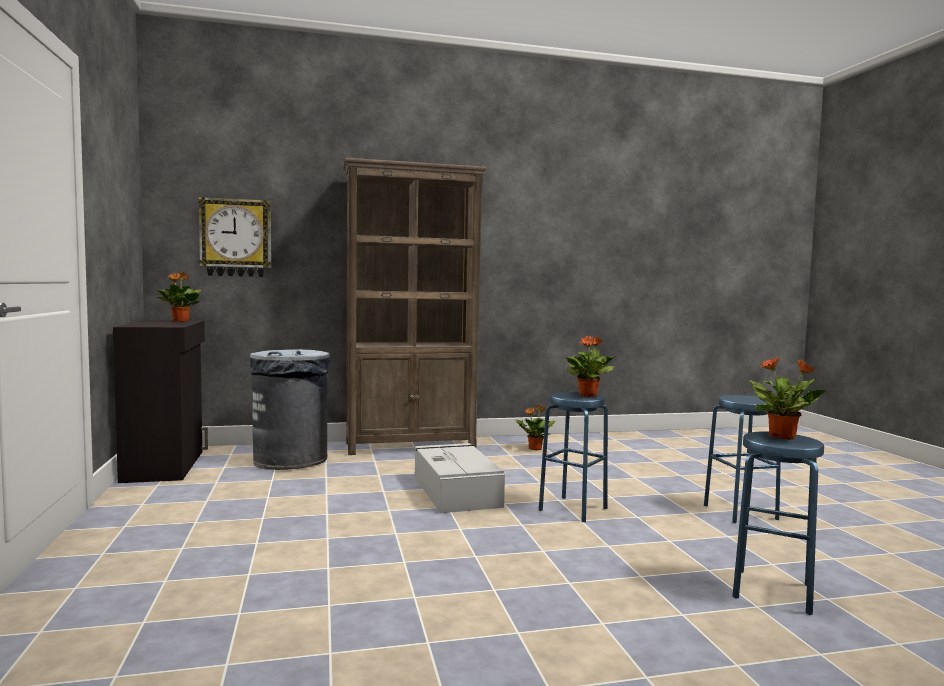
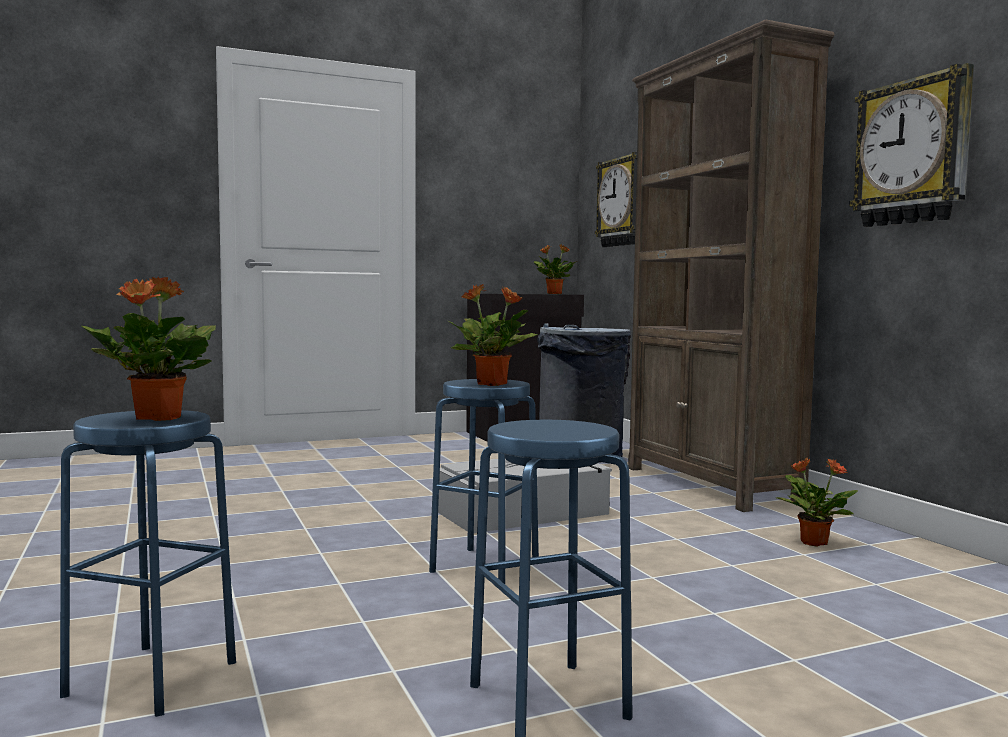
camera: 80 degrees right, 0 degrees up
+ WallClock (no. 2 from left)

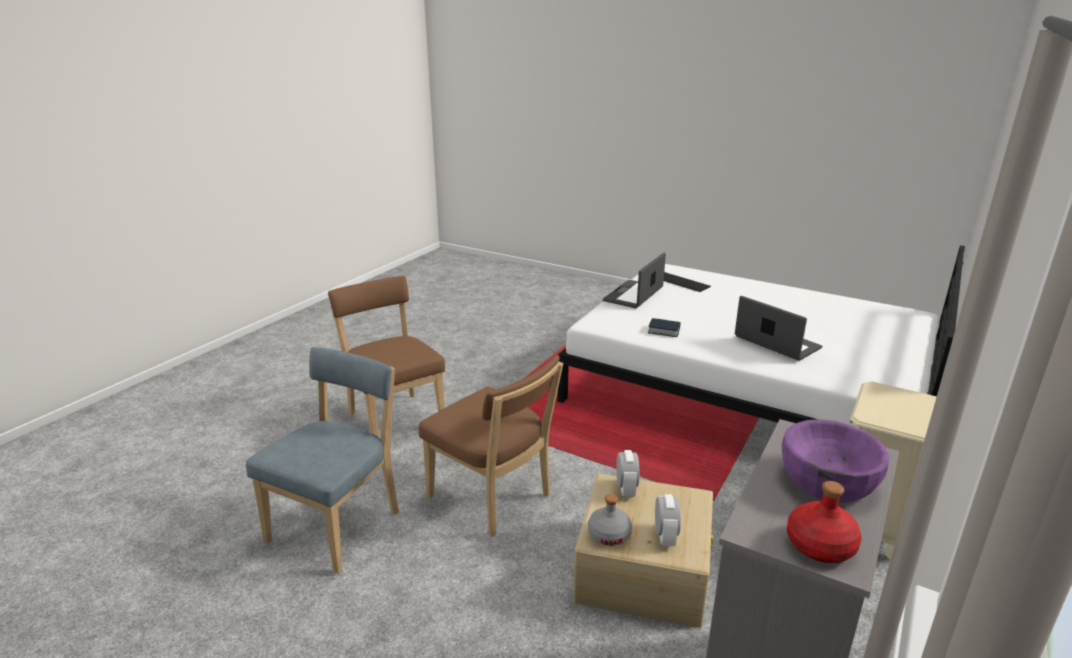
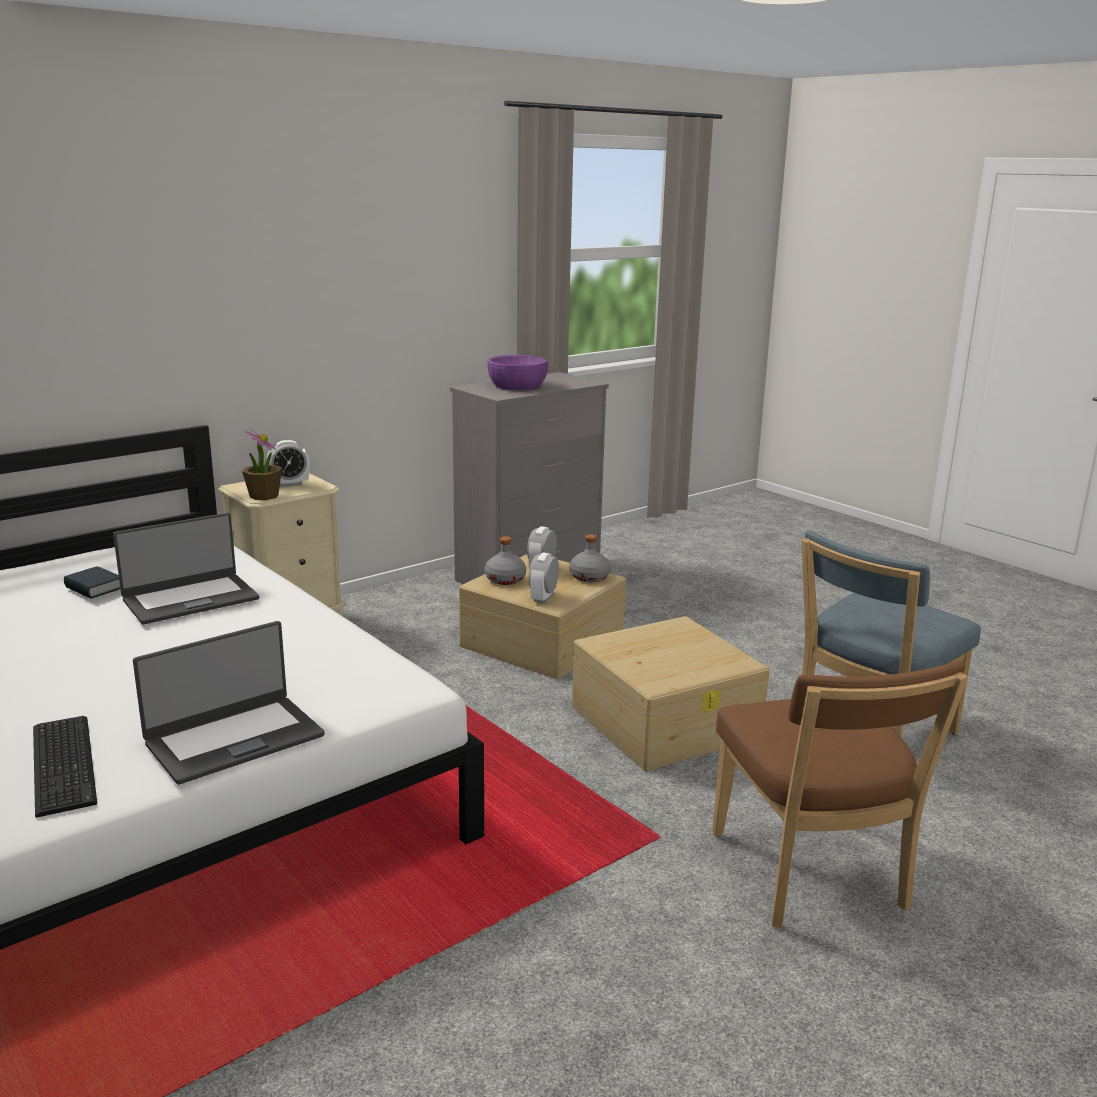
camera: 160 degrees left, 5 degrees down
~ Laptop (no. 2 from left in the first image) 105 degrees counterclockwise
~ Book
~ BrownChair (no. 2 from left) to BeigeStorageBox (no. 2 from left)
- RedBottle
+ PottedPlant
+ AlarmClock (no. 1 from left)
+ GreyBottle (no. 1 from left)

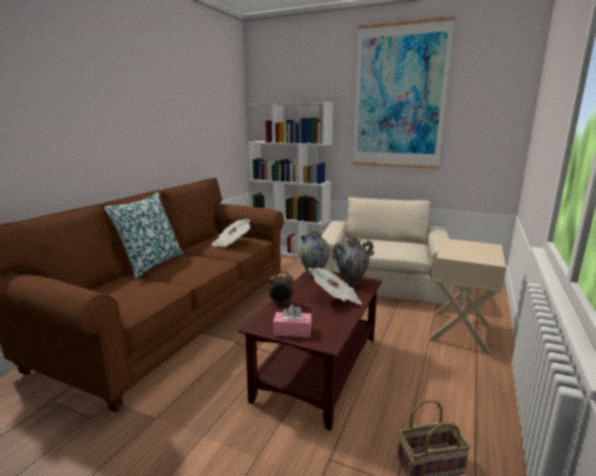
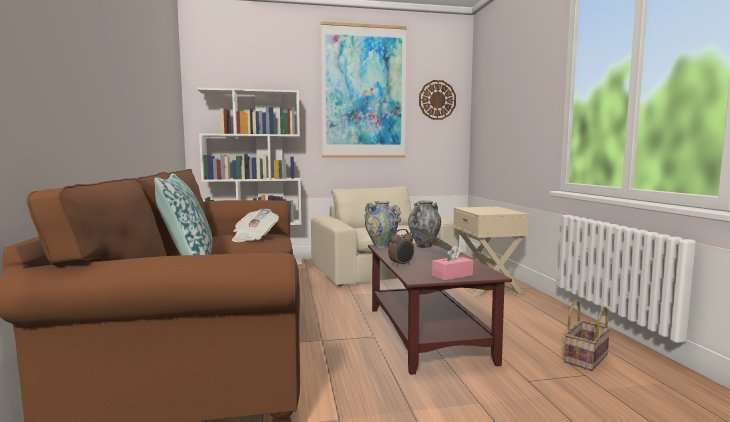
camera: 35 degrees left, 10 degrees down
+ WallClock

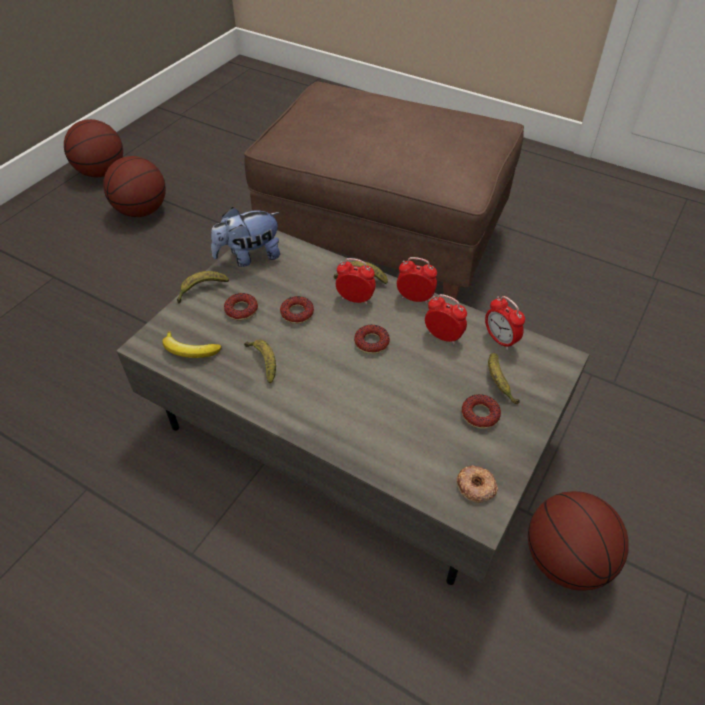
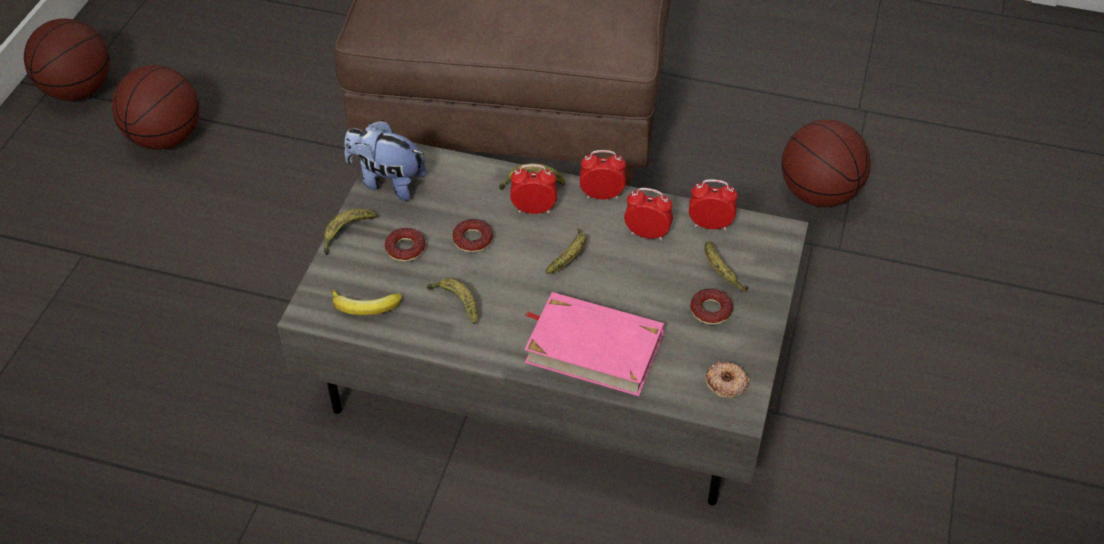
camera: 15 degrees left, 0 degrees up
~ PlushToy 60 degrees clockwise
~ AlarmClock (no. 4 from left) 150 degrees clockwise
~ Donut (no. 3 from left) to Banana (no. 5 from left)
~ Basketball (no. 3 from left)
+ PinkBook

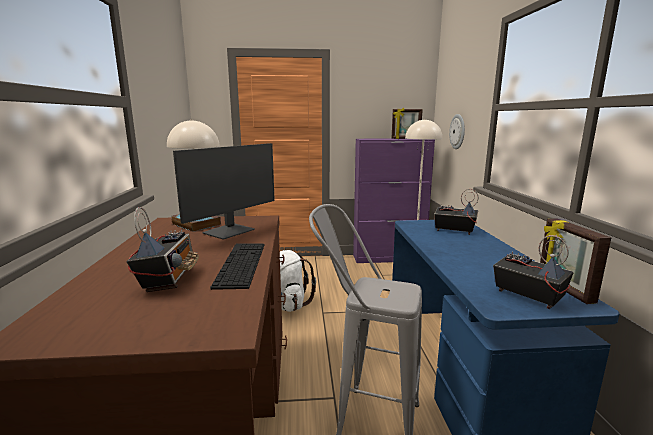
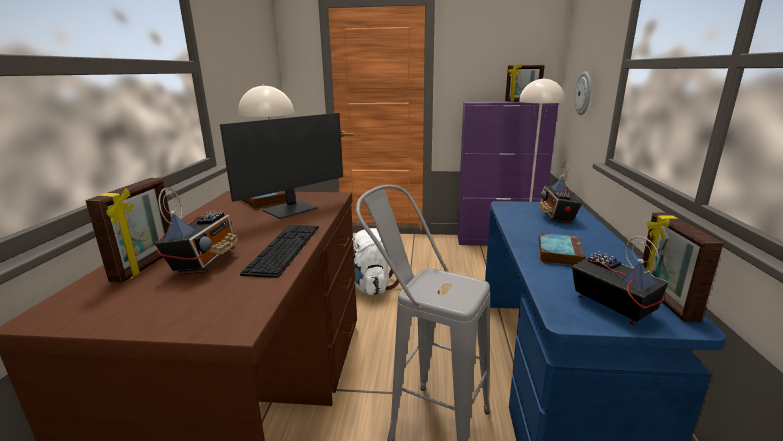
camera: 10 degrees right, 5 degrees up
~ Radio (no. 2 from left) 120 degrees counterclockwise
+ PictureFrame (no. 1 from left)
+ Book (no. 2 from left)

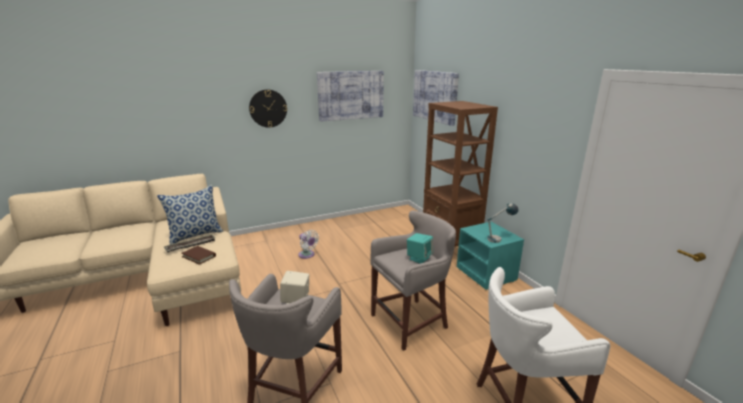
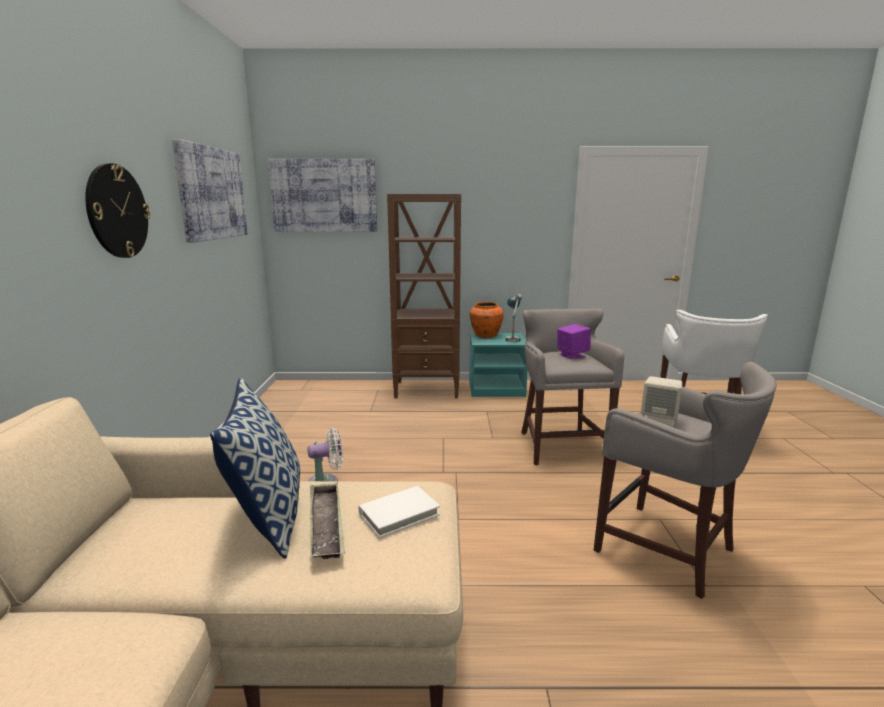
camera: 65 degrees left, 5 degrees down
~ TurquoiseSpeaker to PurpleSpeaker
~ BrownBook to WhiteBook
+ OrangeVase

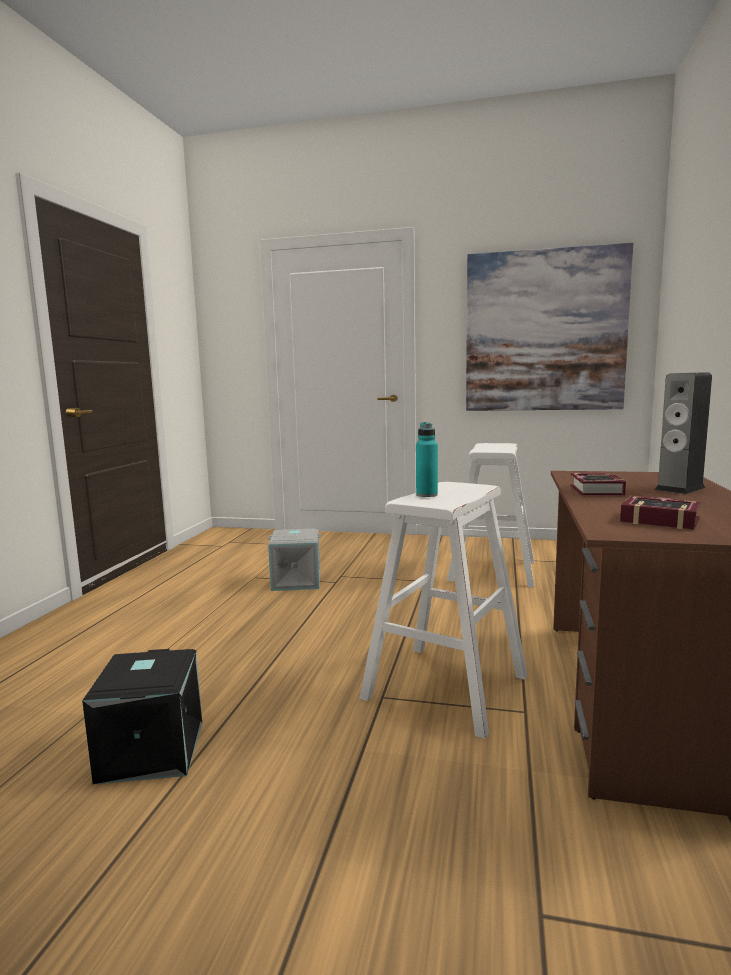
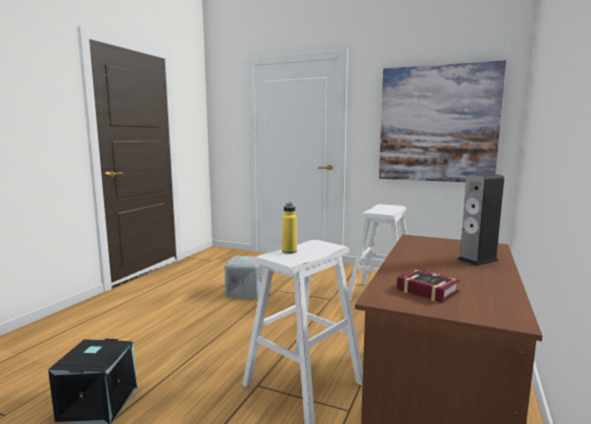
camera: 10 degrees right, 0 degrees up
~ TurquoiseBottle to YellowBottle
- Book (no. 1 from left)

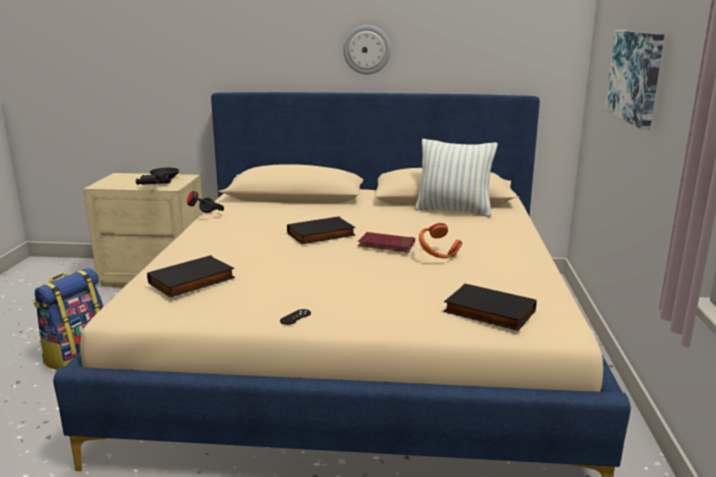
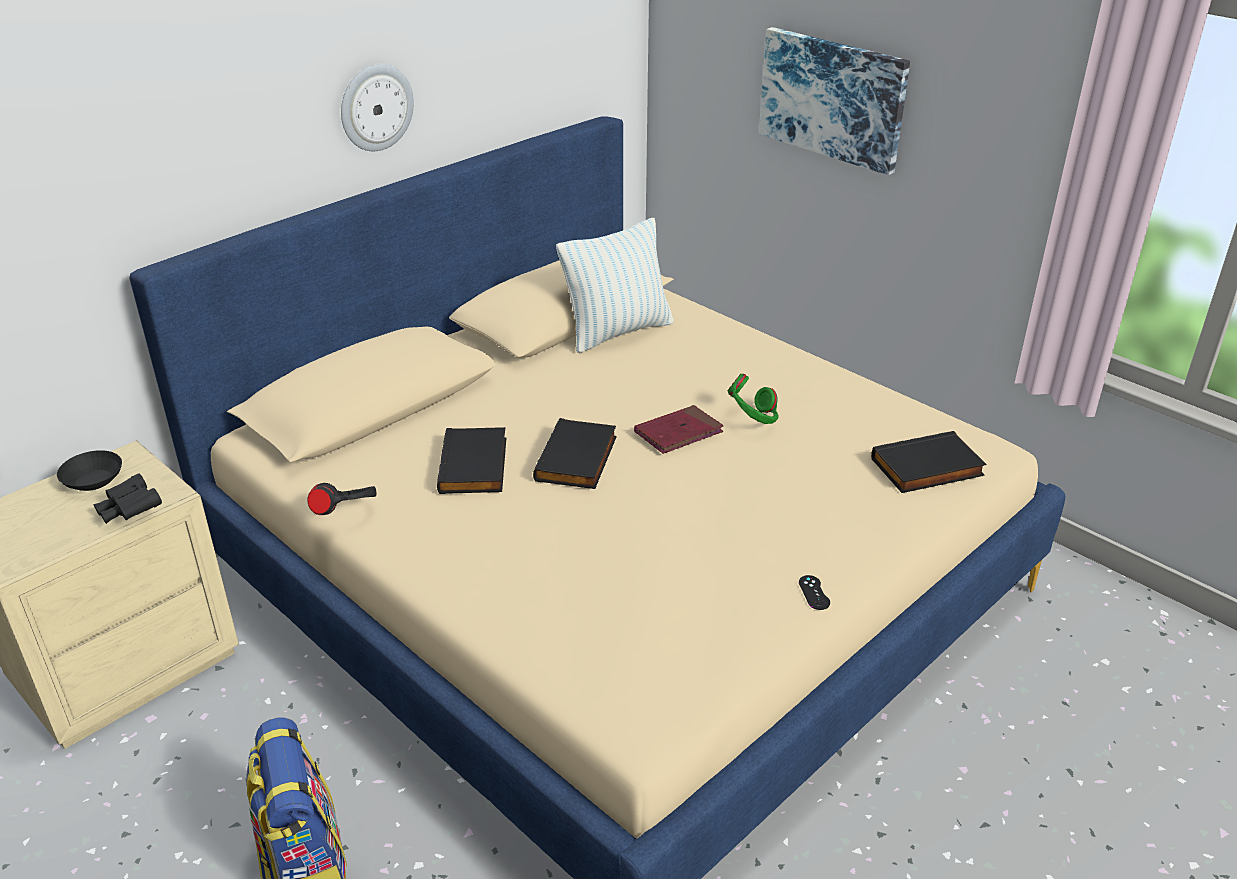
camera: 50 degrees left, 15 degrees up
~ OrangeHeadphones to GreenHeadphones
~ BlackBook (no. 1 from left)

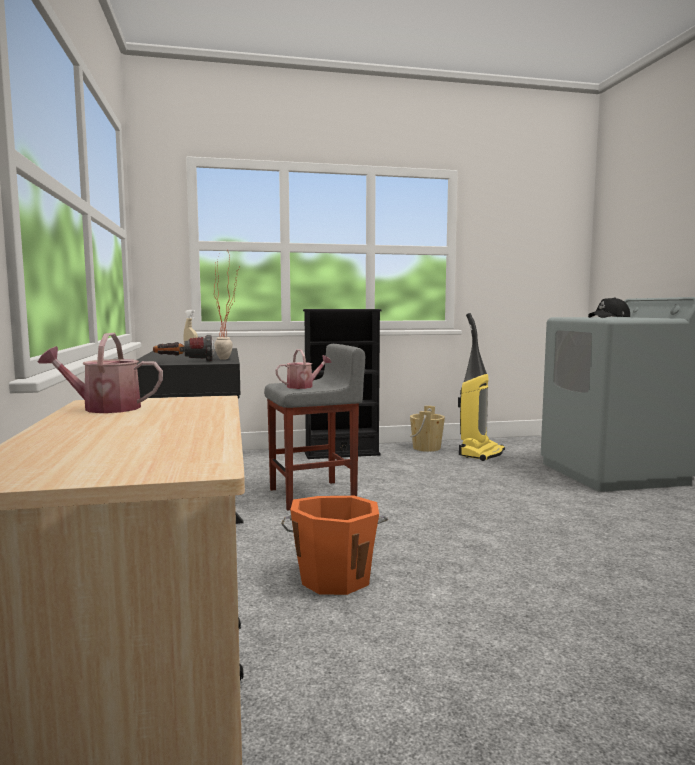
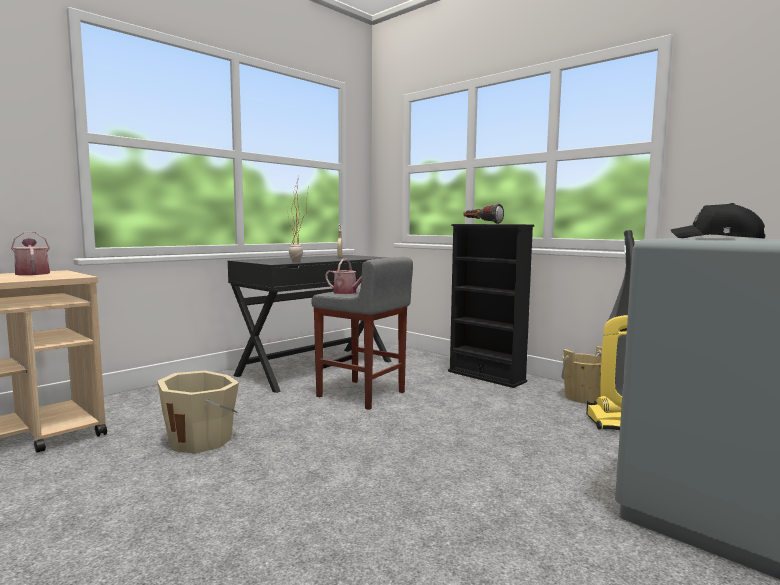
camera: 55 degrees right, 0 degrees up
~ Flashlight
~ OrangeBucket to BeigeBucket (no. 1 from left)

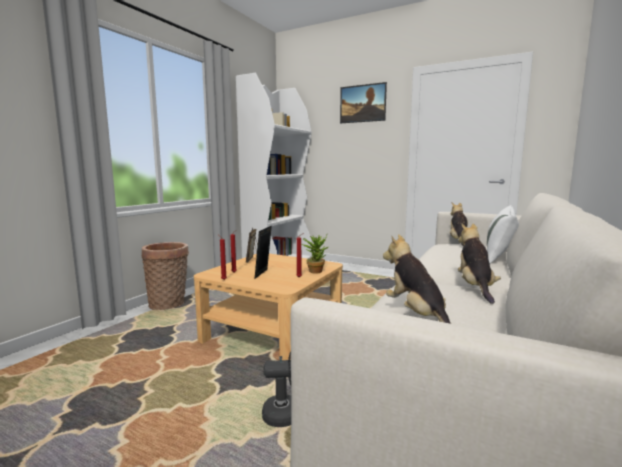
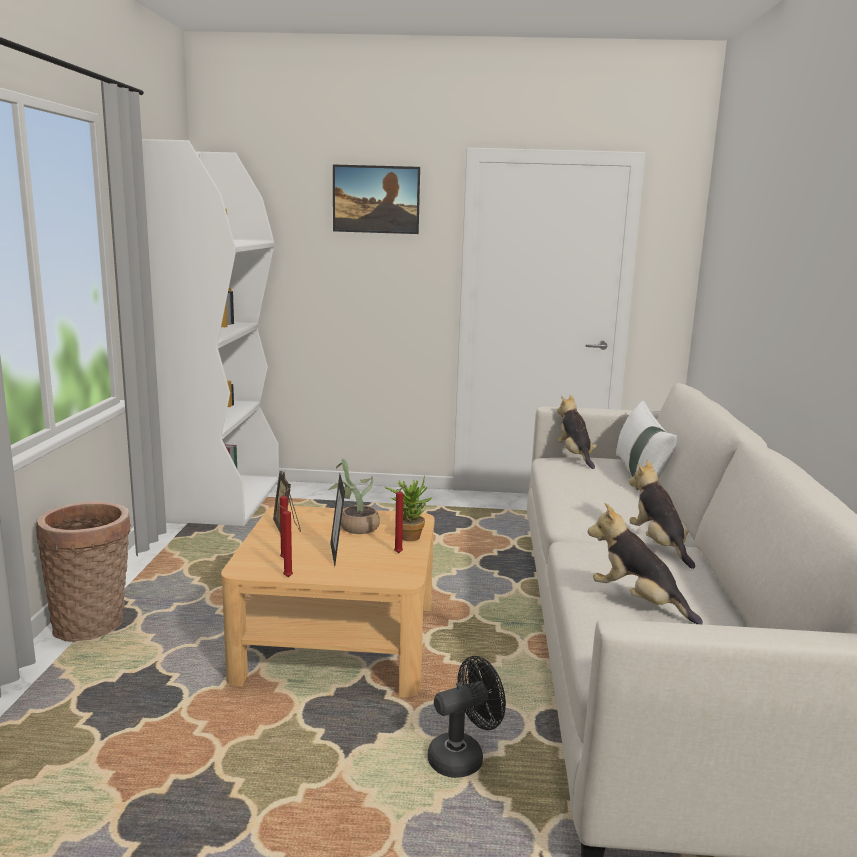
camera: 25 degrees left, 5 degrees up
+ PottedPlant (no. 1 from left)

